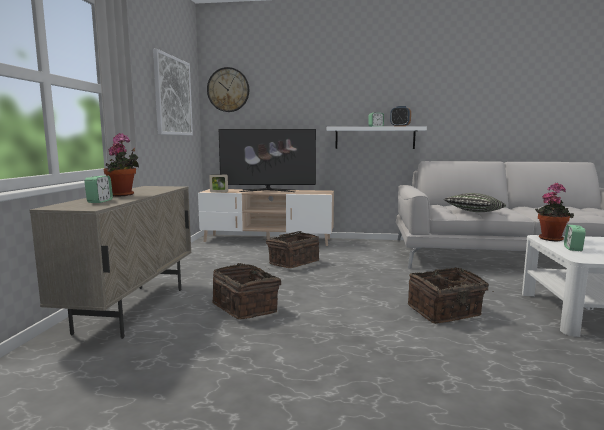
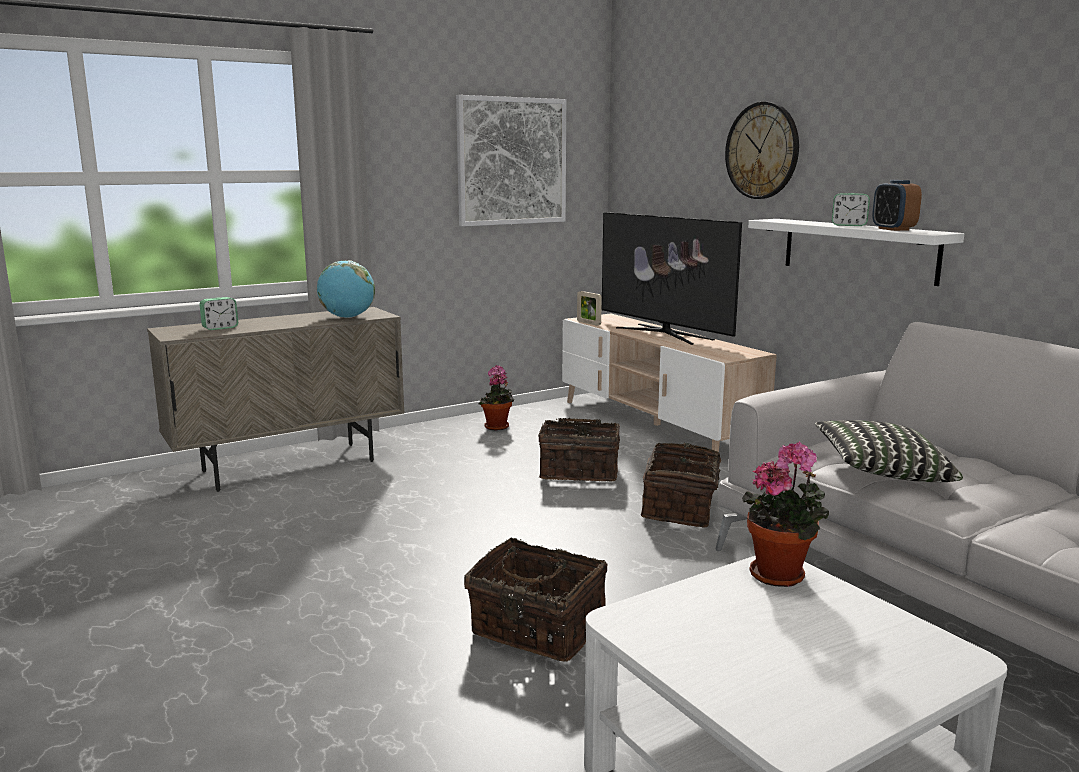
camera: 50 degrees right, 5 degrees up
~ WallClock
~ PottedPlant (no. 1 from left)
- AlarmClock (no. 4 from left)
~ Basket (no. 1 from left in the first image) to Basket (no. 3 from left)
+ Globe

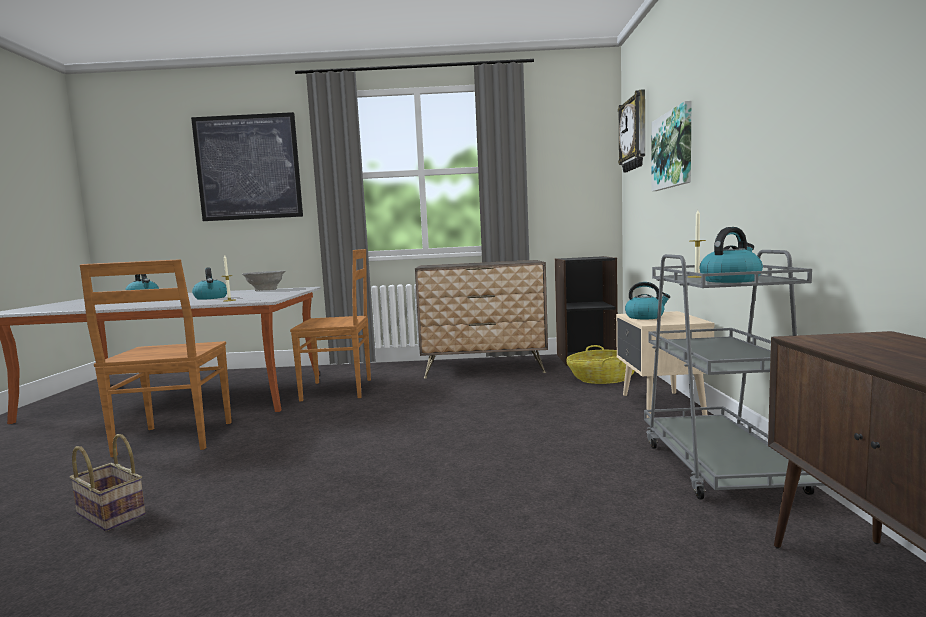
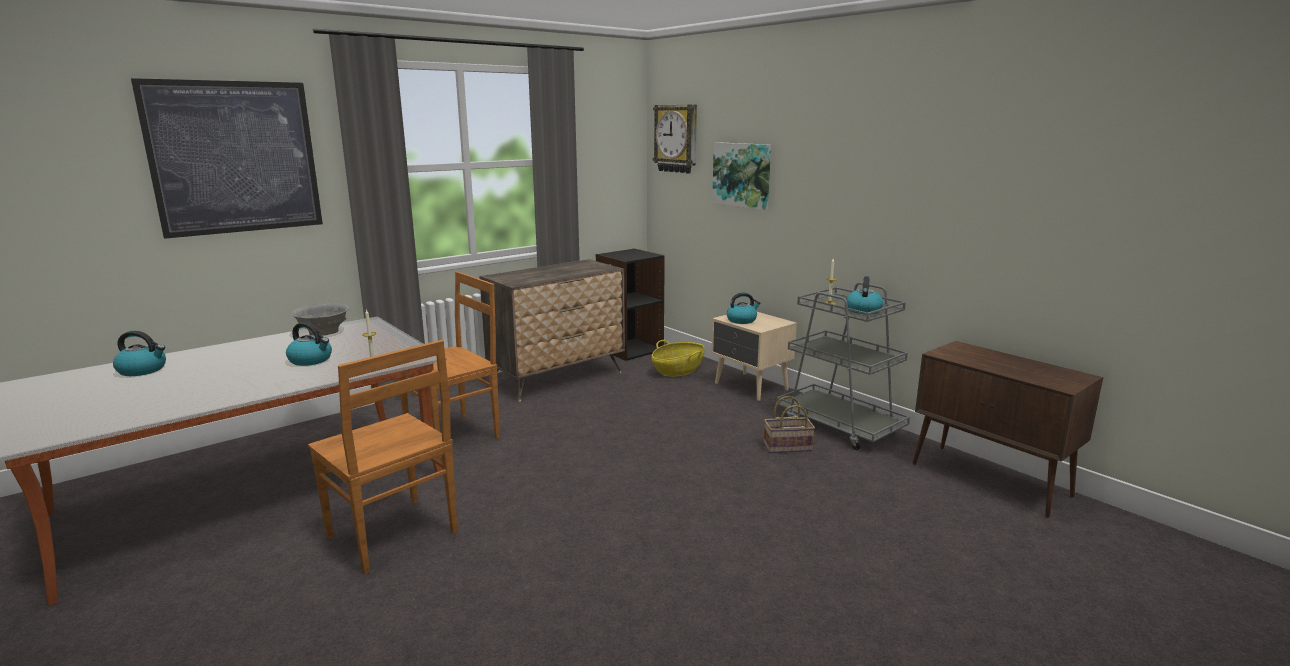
camera: 40 degrees left, 10 degrees up
~ Basket (no. 1 from left in the first image) to Basket (no. 2 from left)

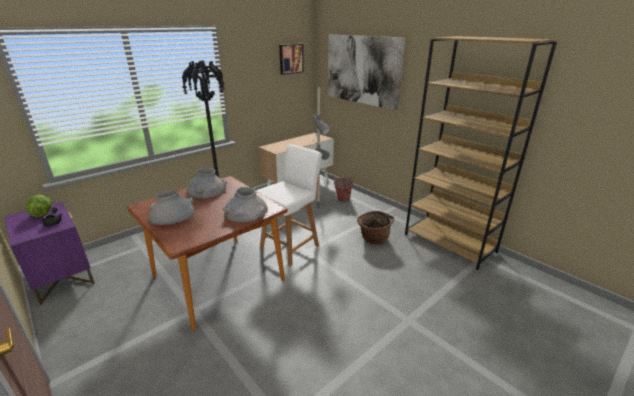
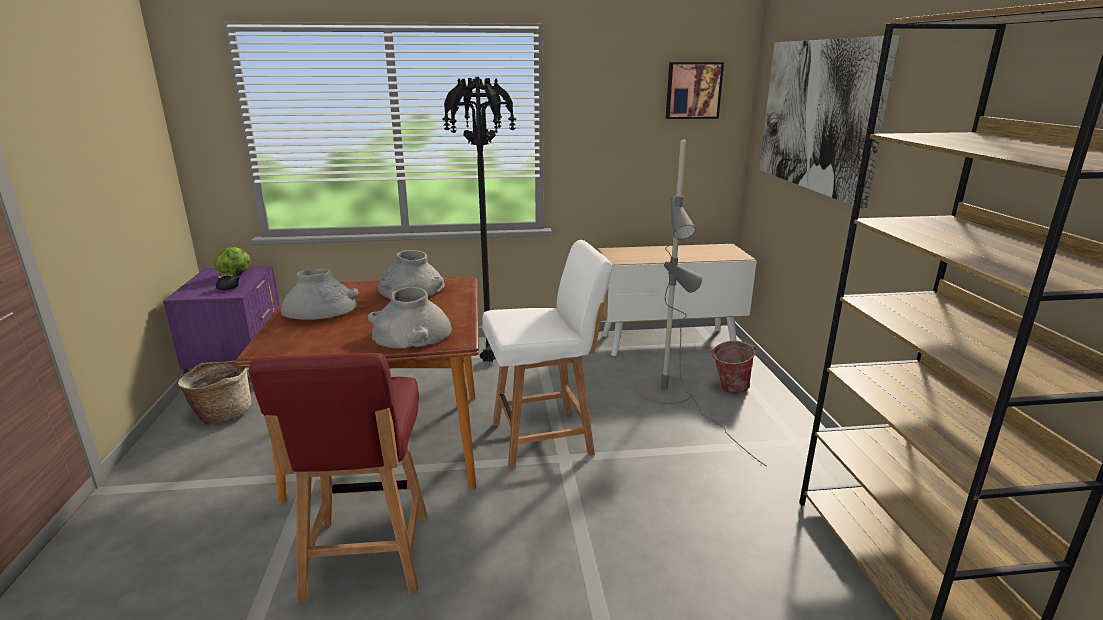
camera: 35 degrees right, 5 degrees down
~ Basket
+ RedChair

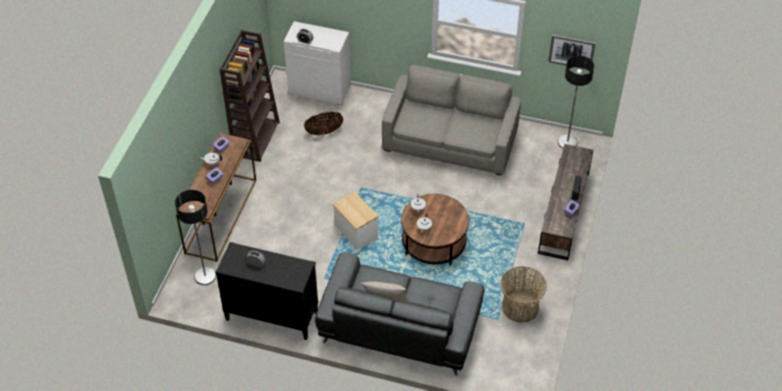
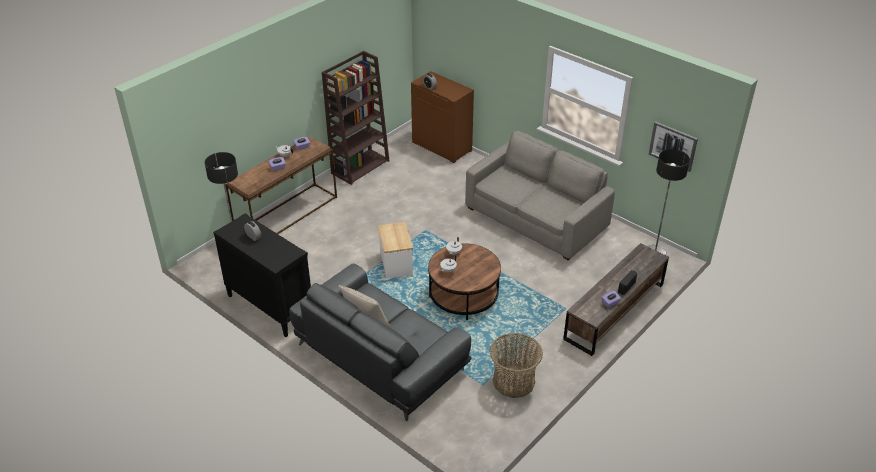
camera: 25 degrees right, 10 degrees down
~ WhiteCabinet to BrownCabinet
- Basket (no. 1 from left)

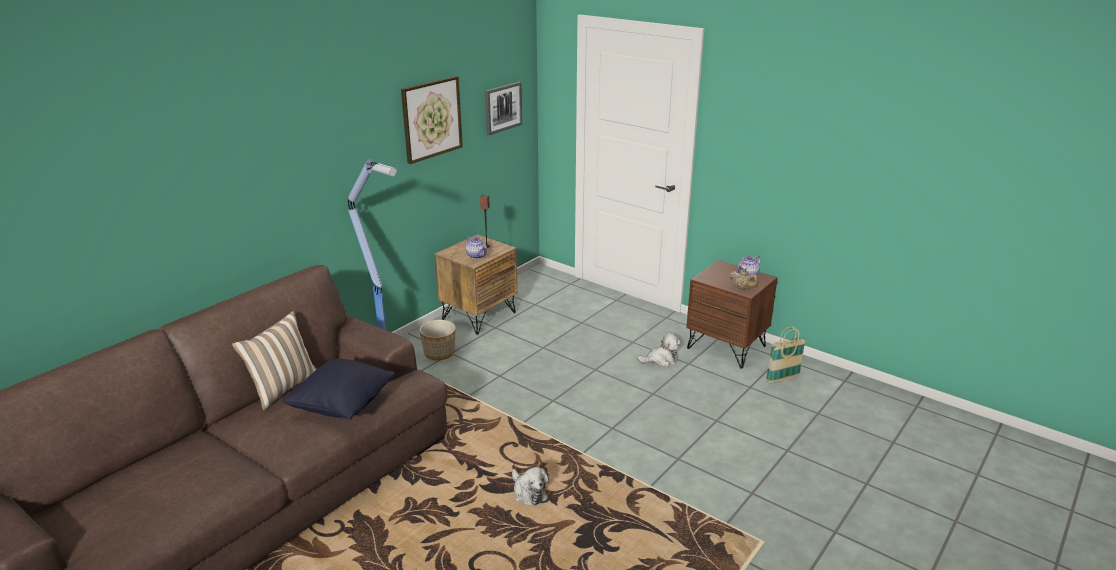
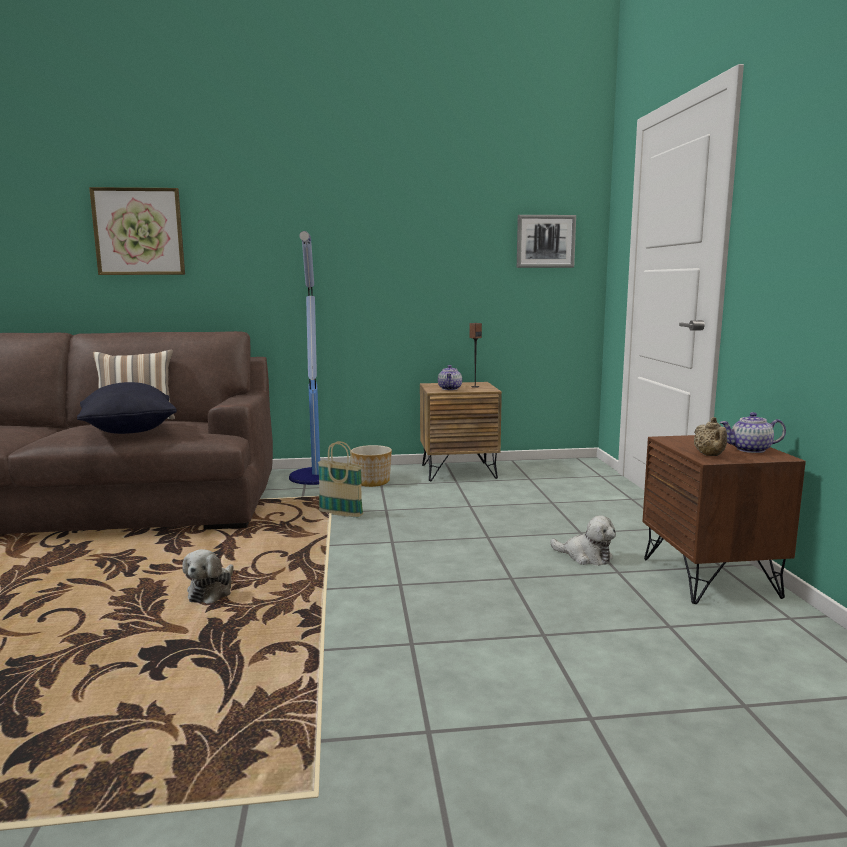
camera: 45 degrees right, 15 degrees down
~ Picture (no. 1 from left)
~ Basket

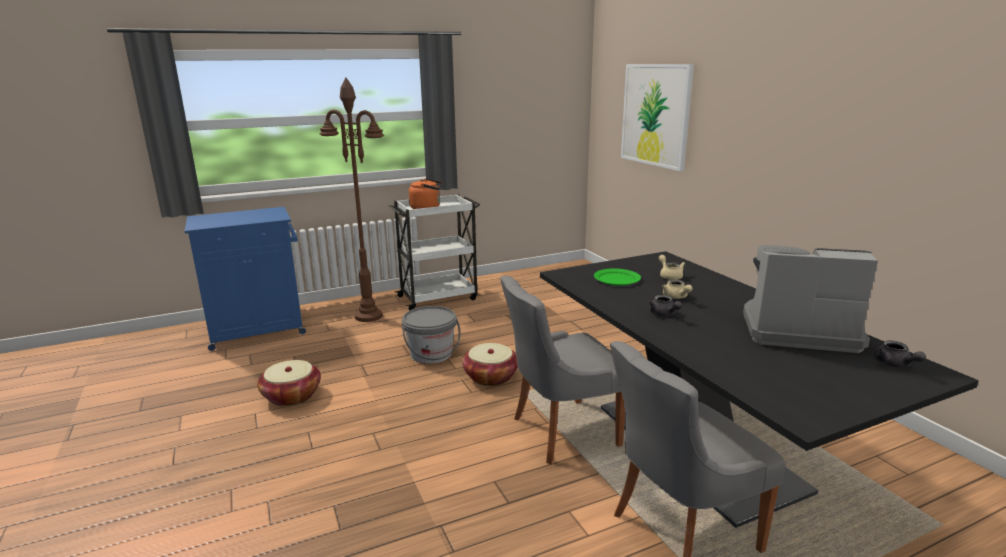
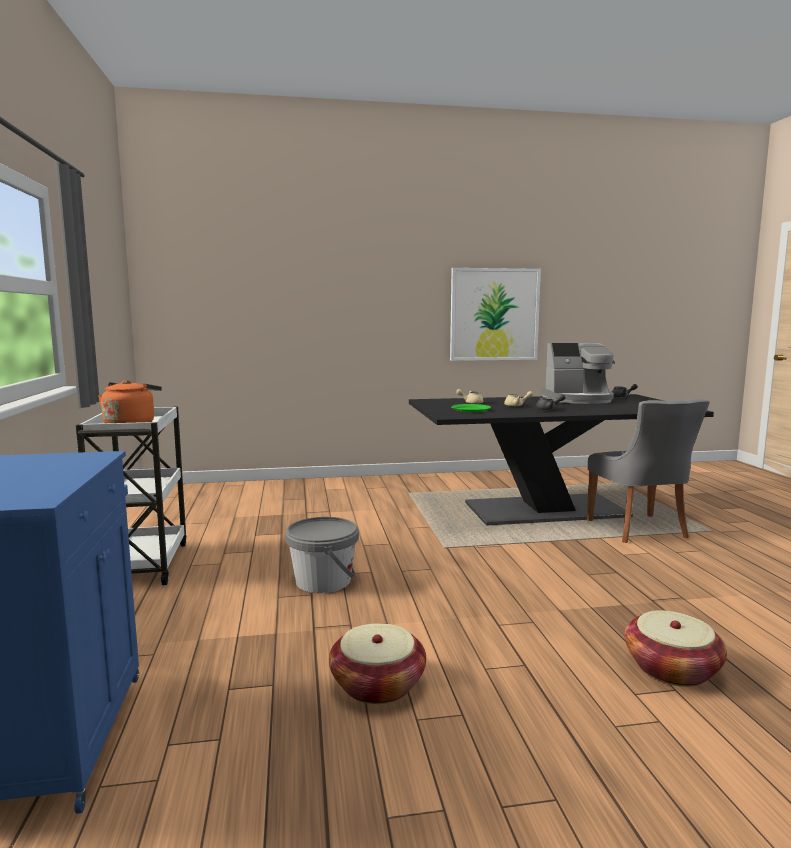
camera: 75 degrees left, 10 degrees down
~ Picture
- BrownFloorLamp
~ CoffeeMachine 120 degrees counterclockwise
- GreyChair (no. 1 from left)
~ Basket (no. 2 from left)

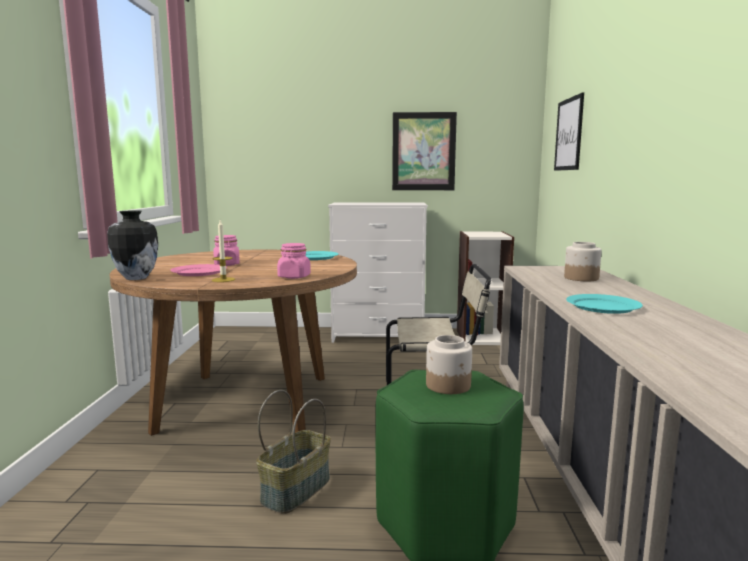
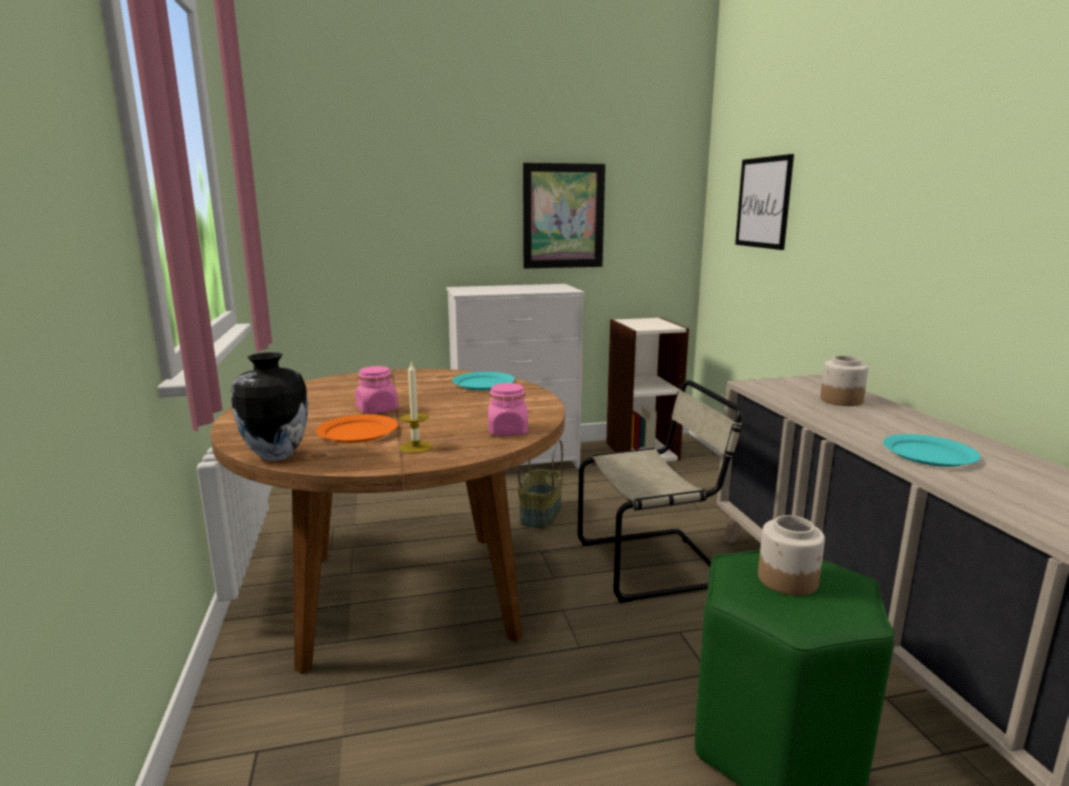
camera: 15 degrees left, 5 degrees up
~ PinkPlate to OrangePlate
~ Basket

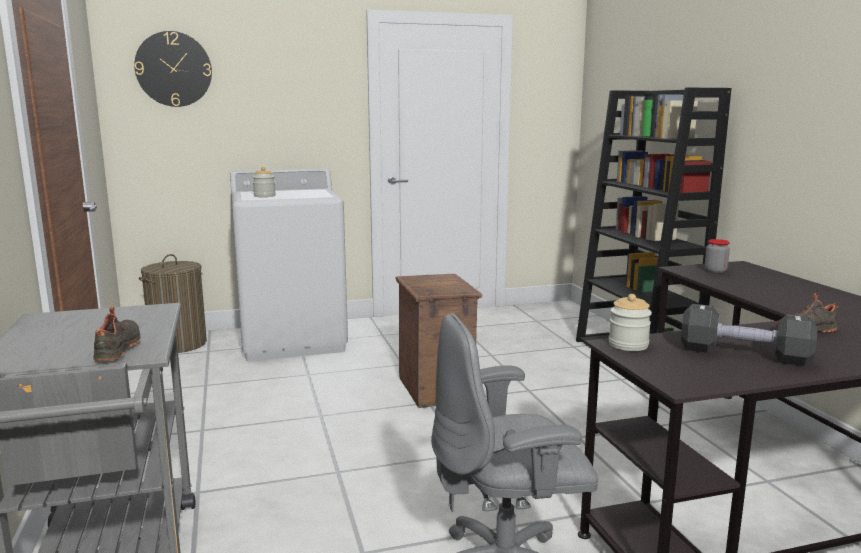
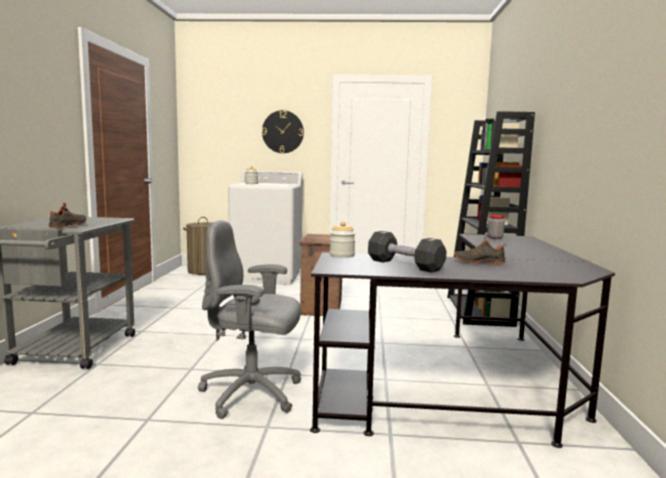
camera: 20 degrees right, 5 degrees down
~ WallClock

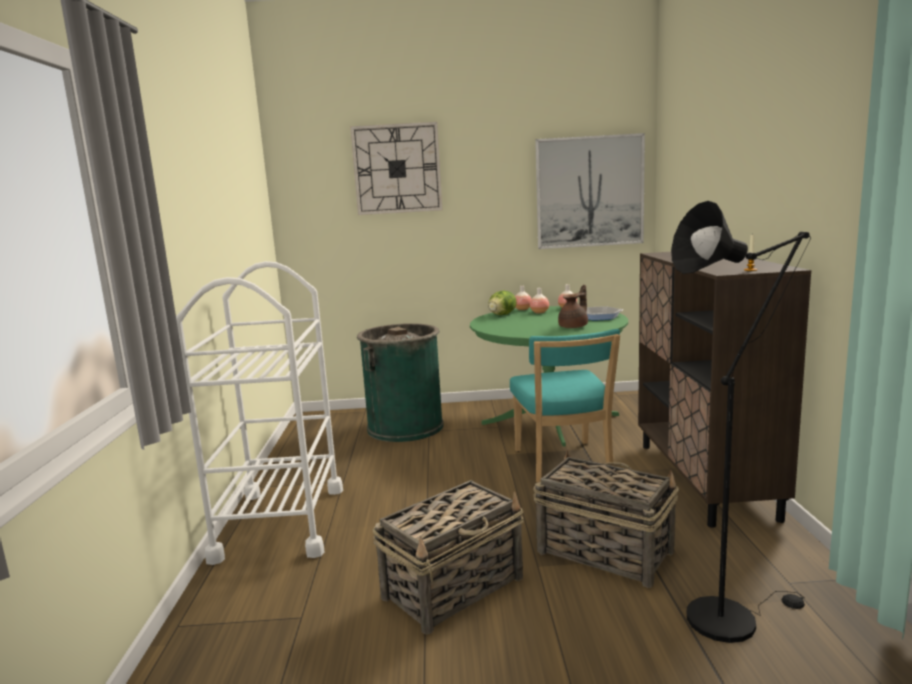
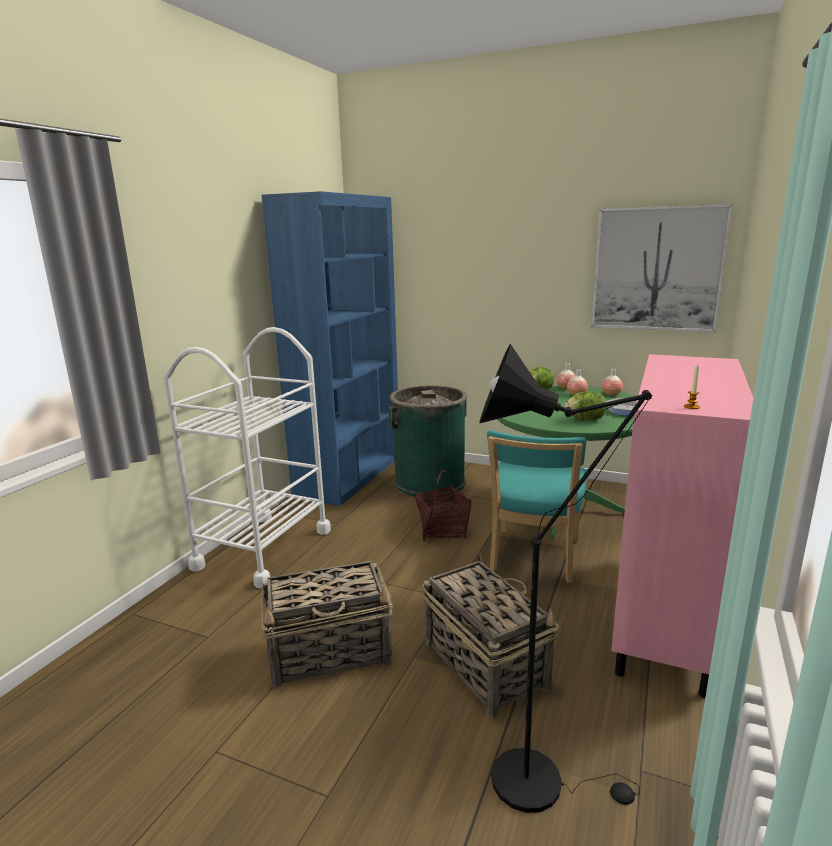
camera: 25 degrees right, 5 degrees up
- WallClock
~ BrownCabinet to PinkCabinet
~ BrownTeapot to Lettuce (no. 2 from left)
+ BlueBookcase
+ Basket (no. 2 from left)

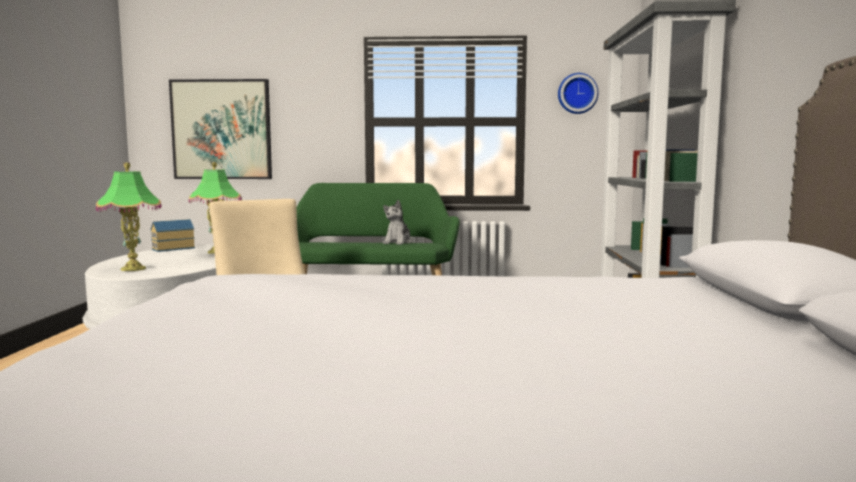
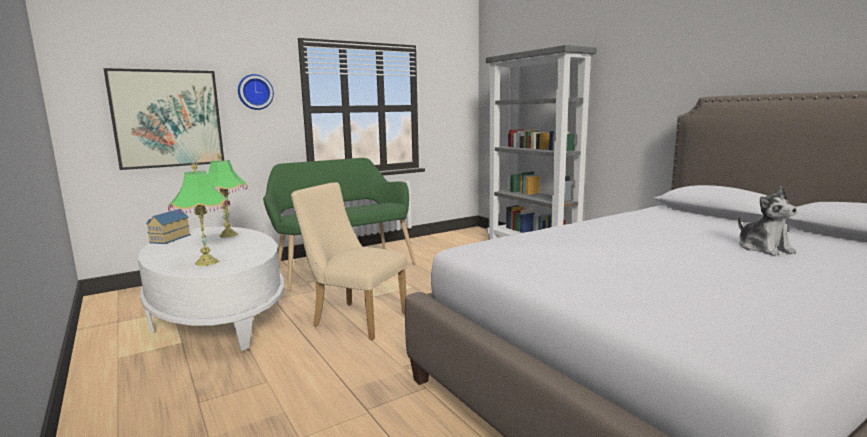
camera: 35 degrees left, 5 degrees up
~ WallClock
~ PlushToy

